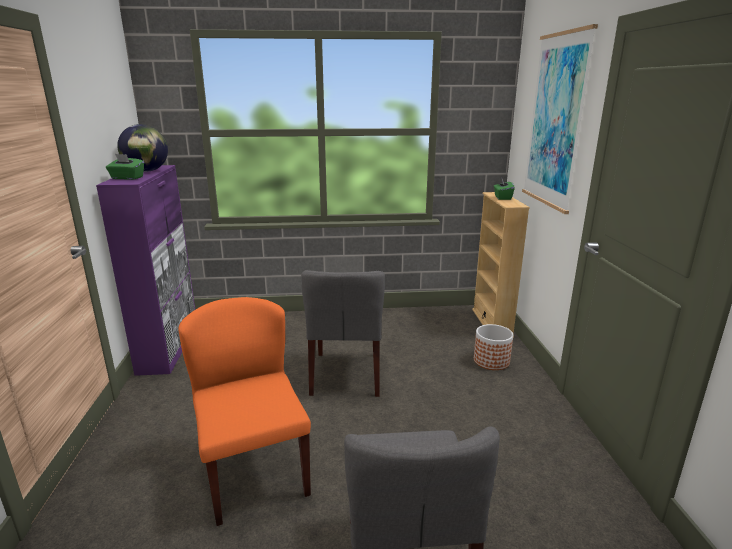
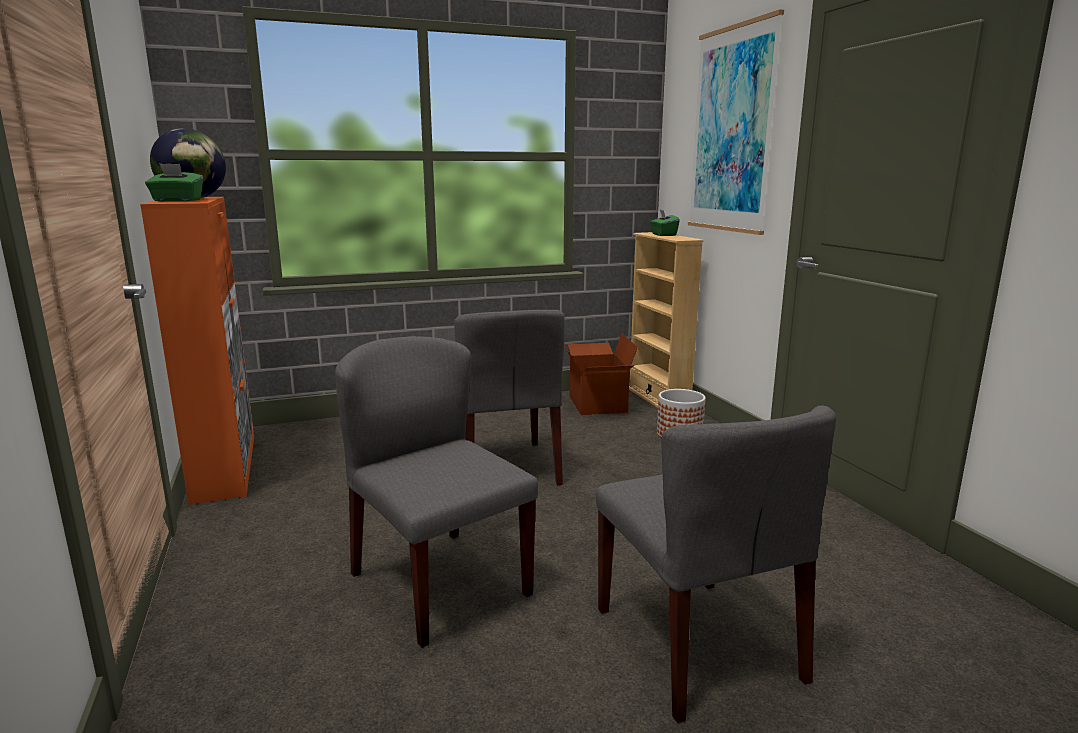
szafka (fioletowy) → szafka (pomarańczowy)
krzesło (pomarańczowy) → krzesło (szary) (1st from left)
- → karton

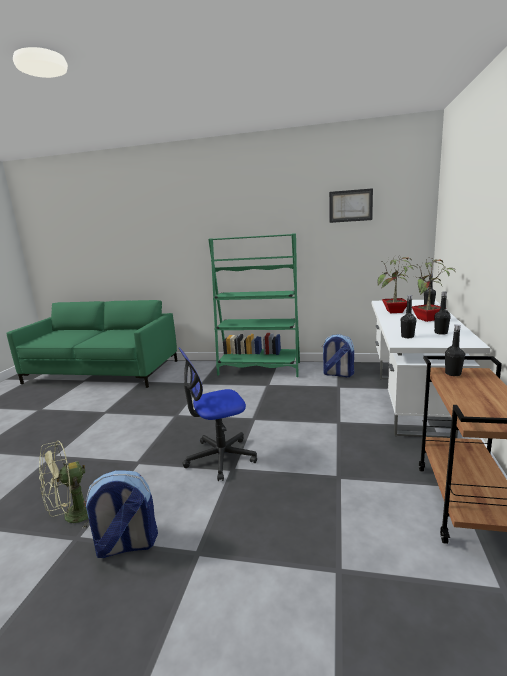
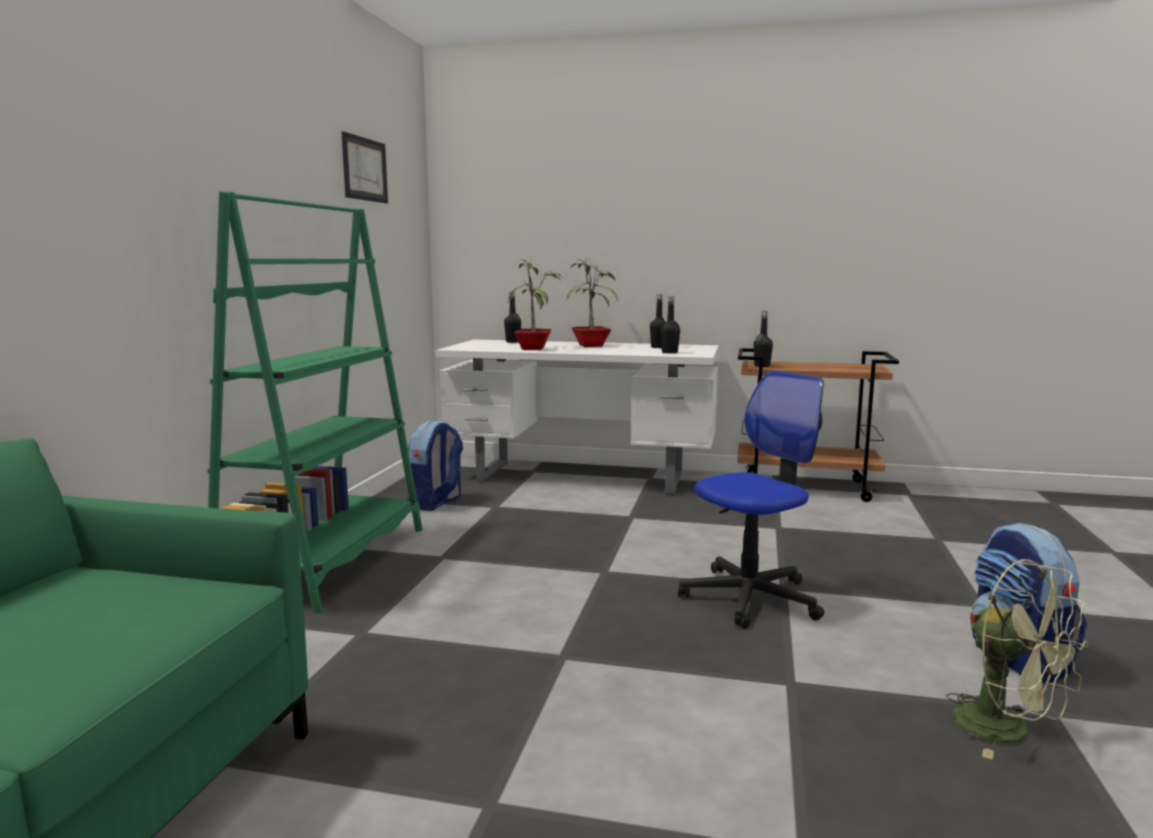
krzesło biurowe, 105 degrees counterclockwise

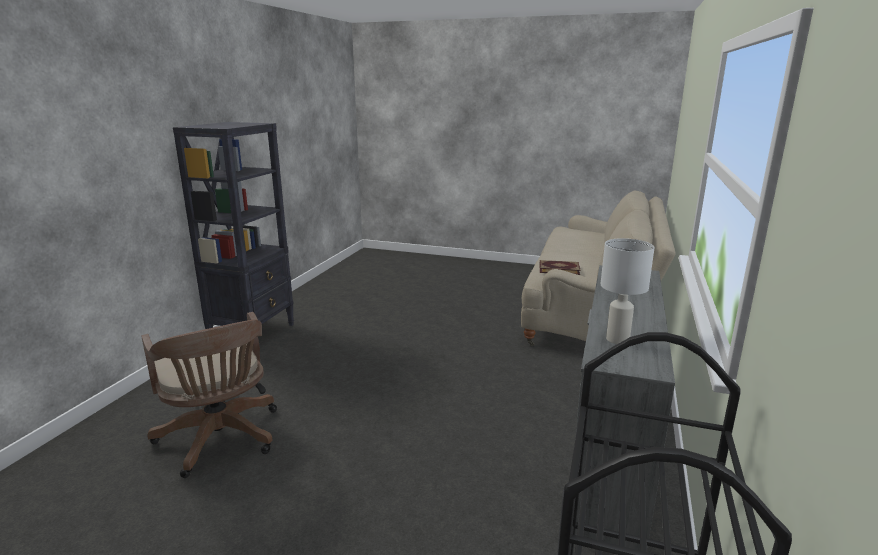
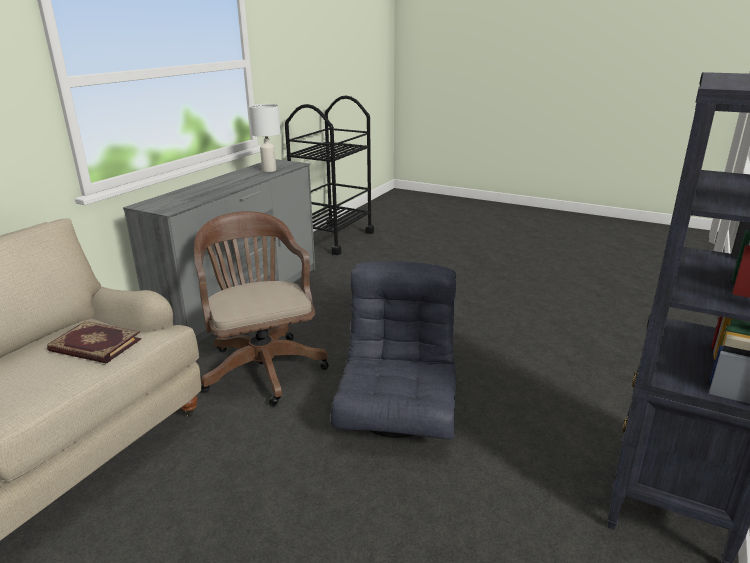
krzesło biurowe (brązowy), move
- → fotel (szary)

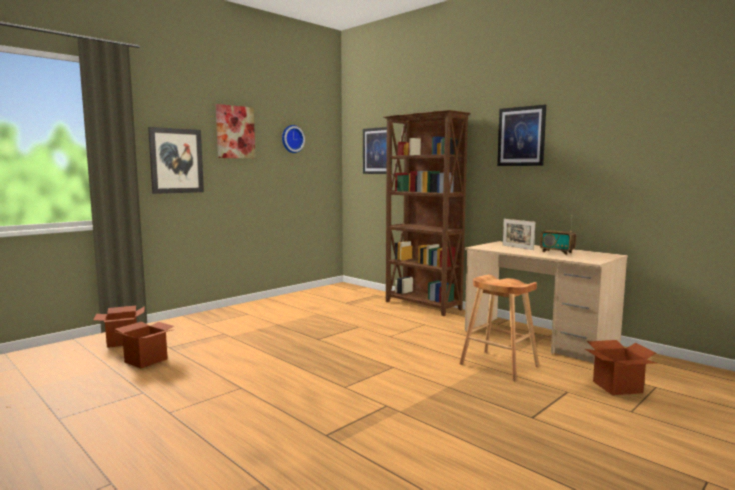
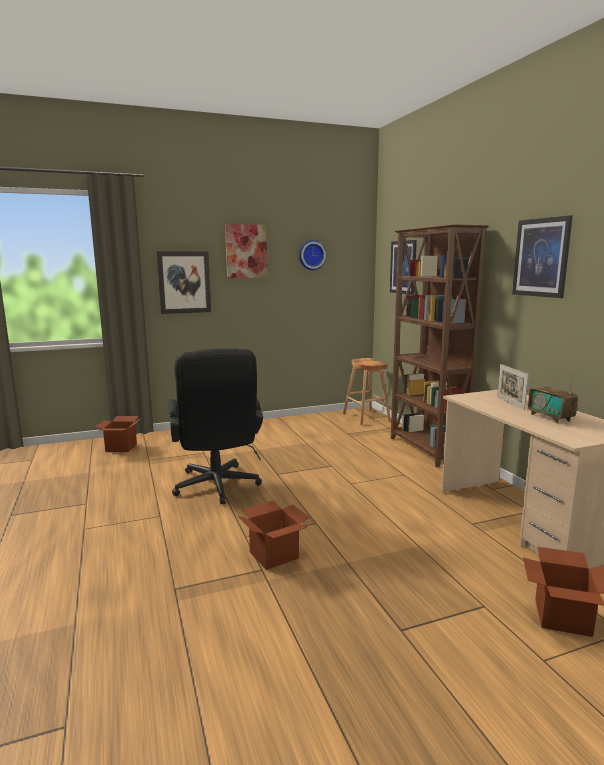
stołek (brązowy), move
karton (2nd from left), move
- → krzesło biurowe (czarny)

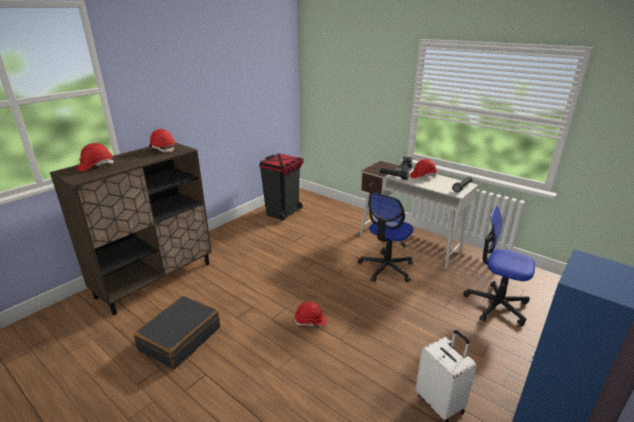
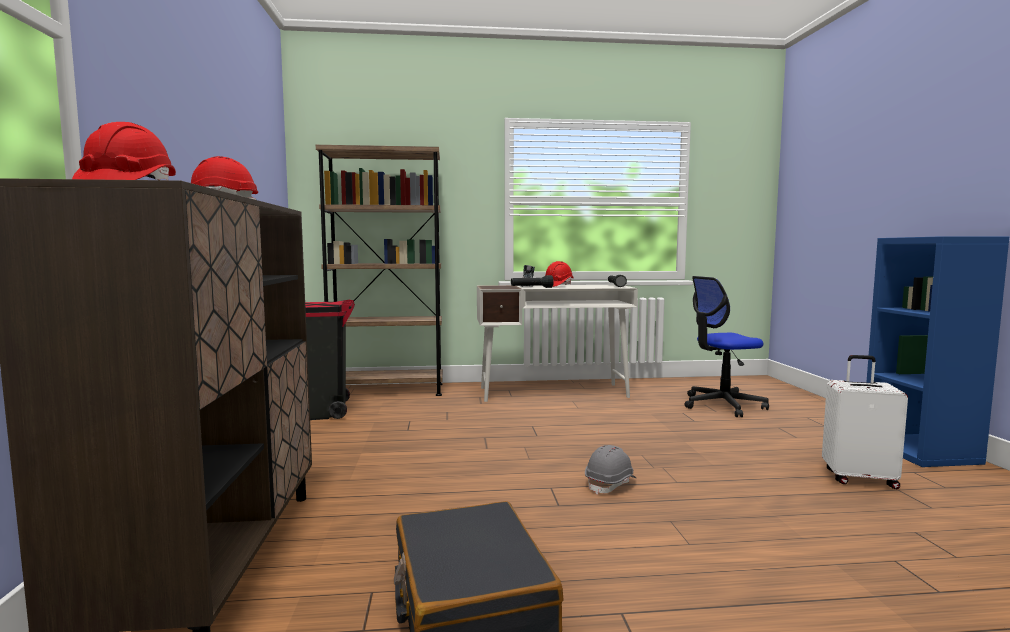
krzesło biurowe (1st from left) → -
kask (czerwony) (3rd from left) → kask (szary)
- → regał (brązowy)

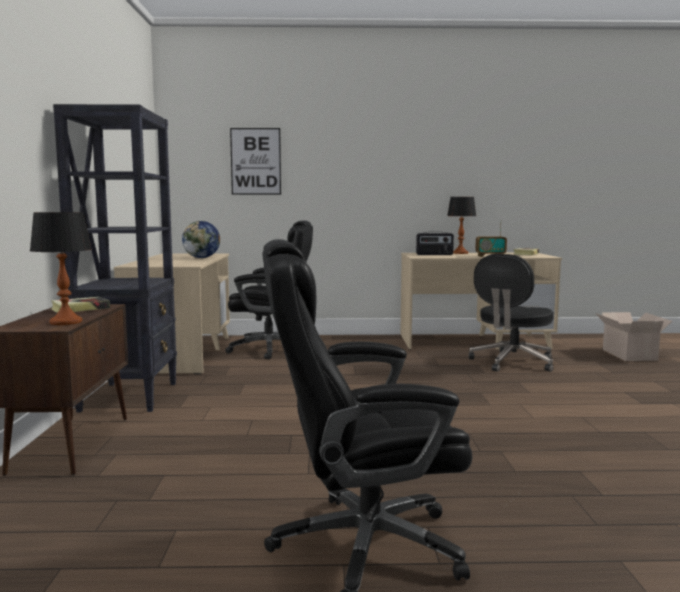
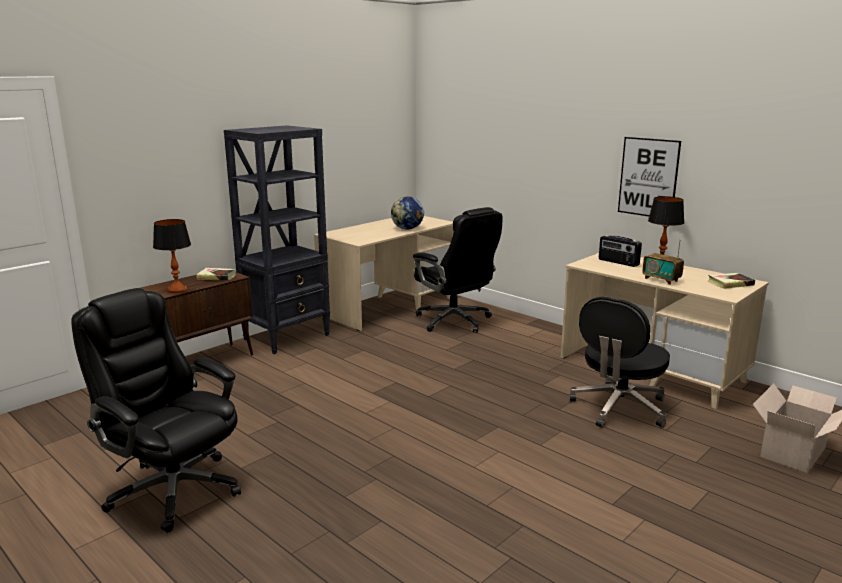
obraz, move
krzesło biurowe (czarny) (3rd from left), 45 degrees counterclockwise

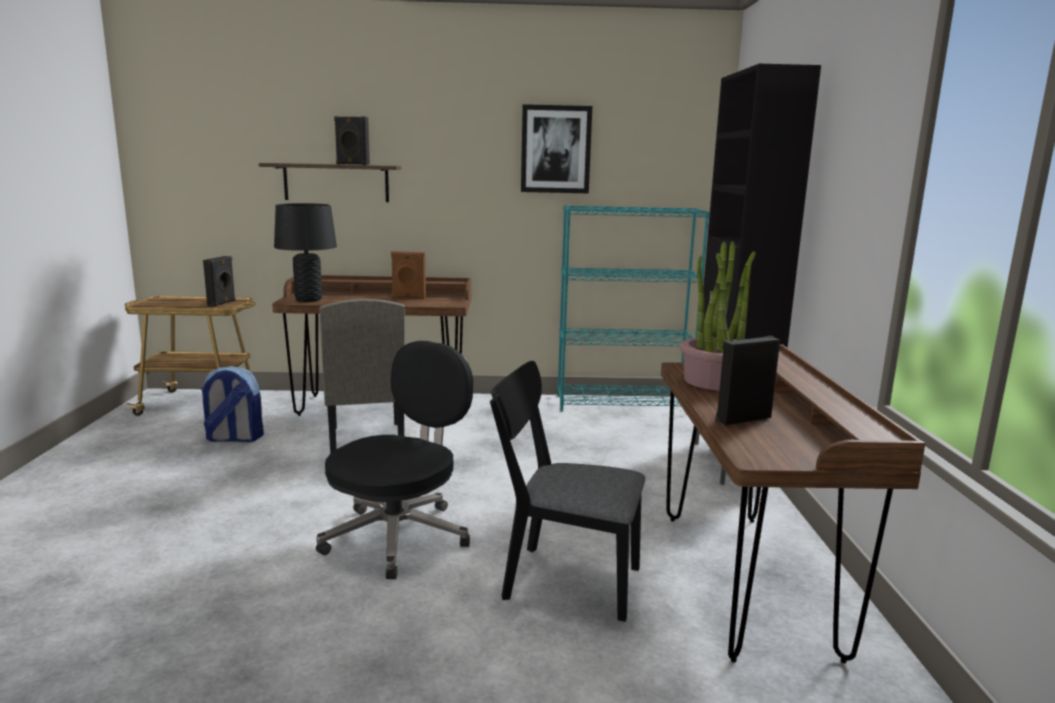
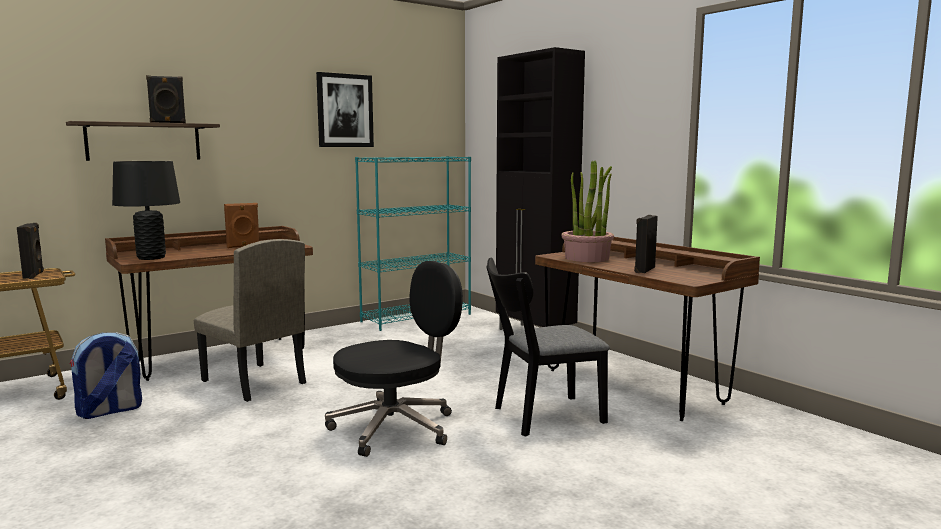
krzesło biurowe (czarny), 60 degrees clockwise

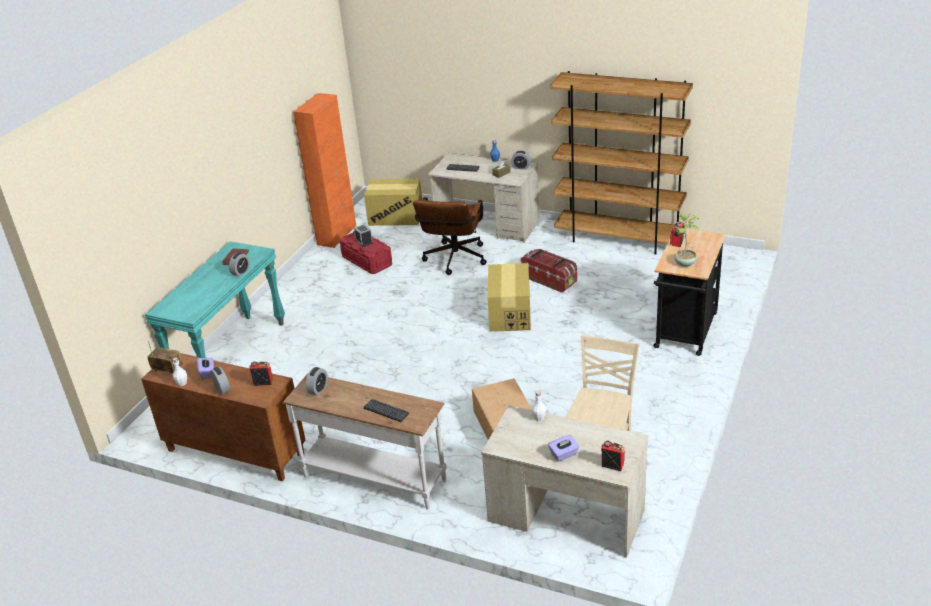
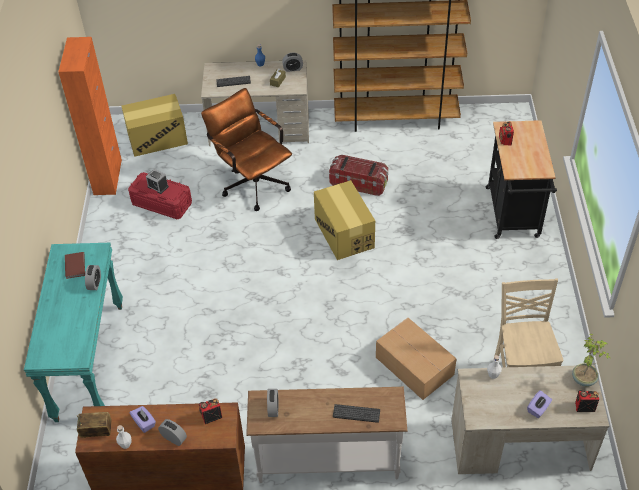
krzesło biurowe (brązowy), 150 degrees clockwise
roślina doniczkowa, move

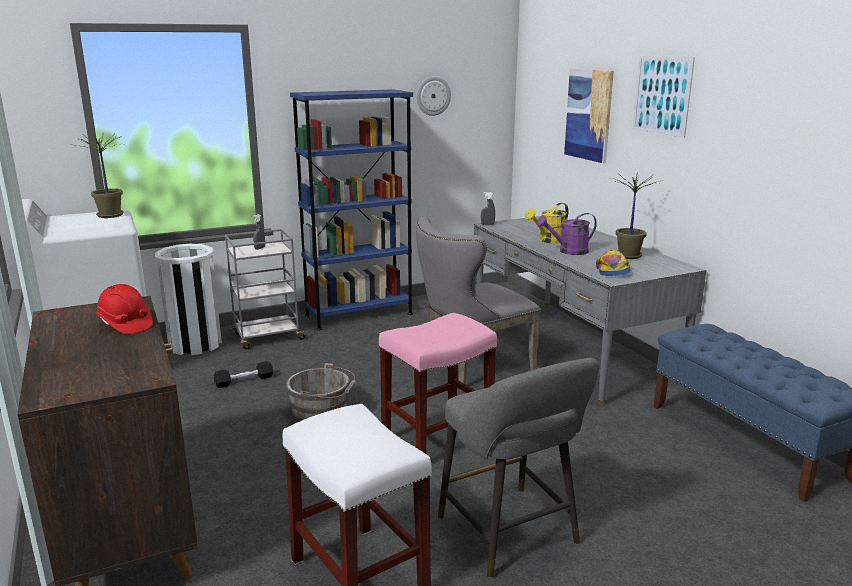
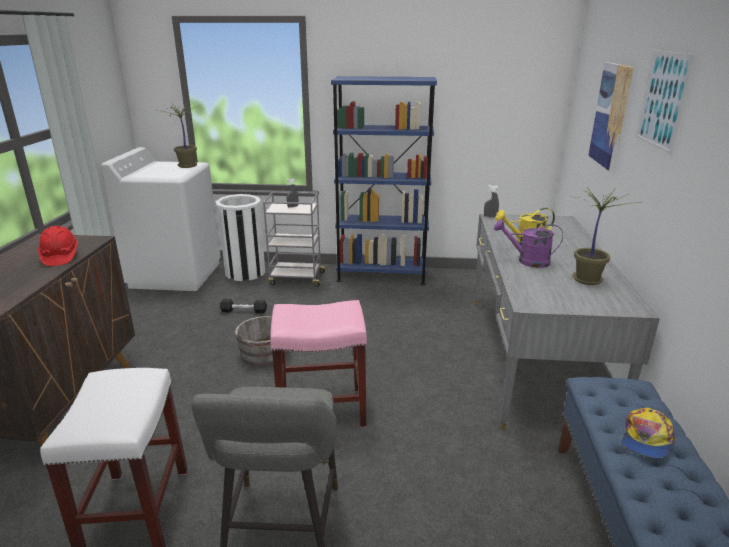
zegar ścienny → -
krzesło (szary) → -
czapka z daszkiem, move

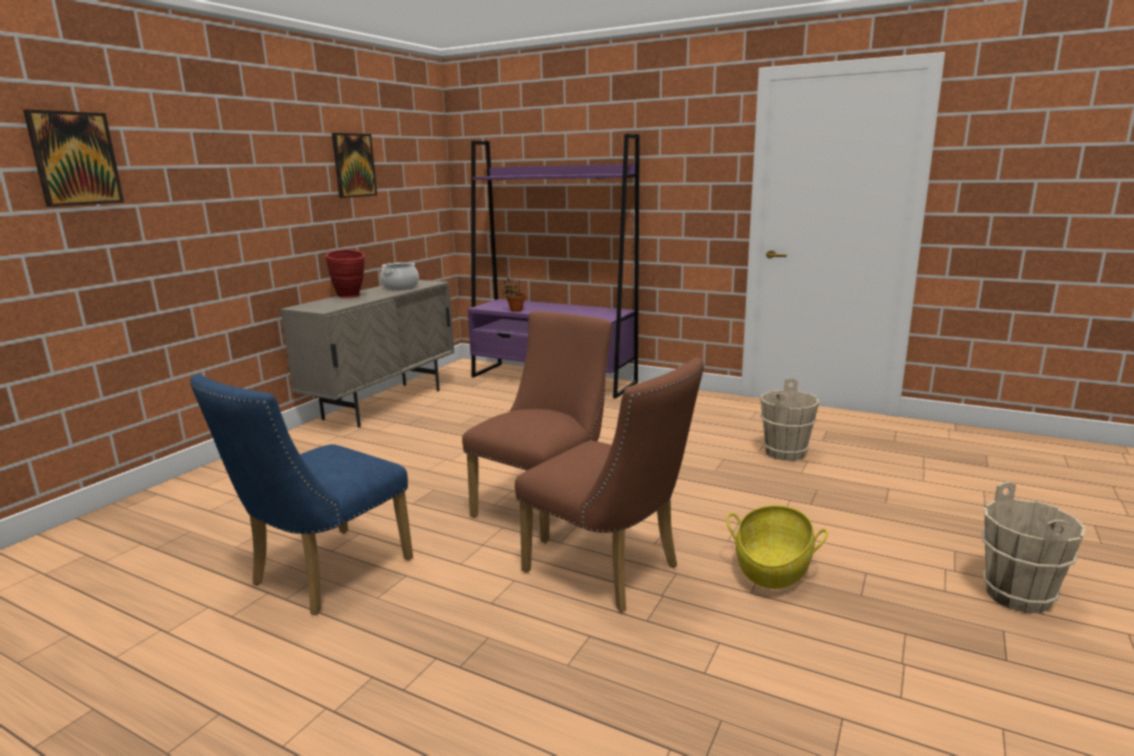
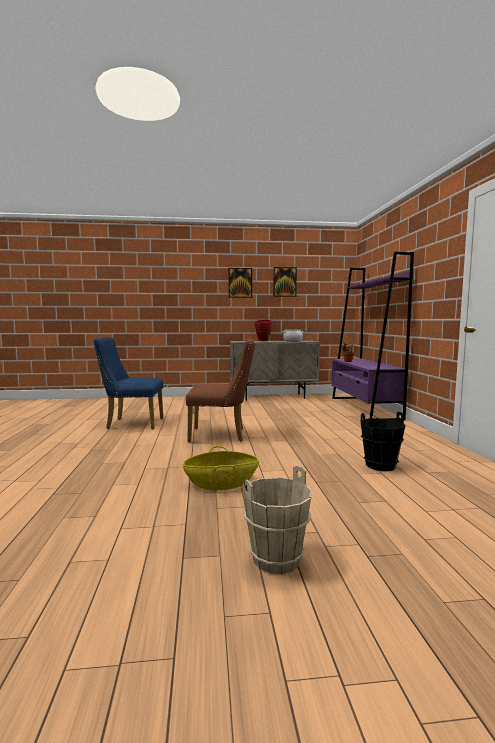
obraz (1st from left), move
krzesło (brązowy) (2nd from left) → -
wiadro (beżowy) (1st from left) → wiadro (czarny)

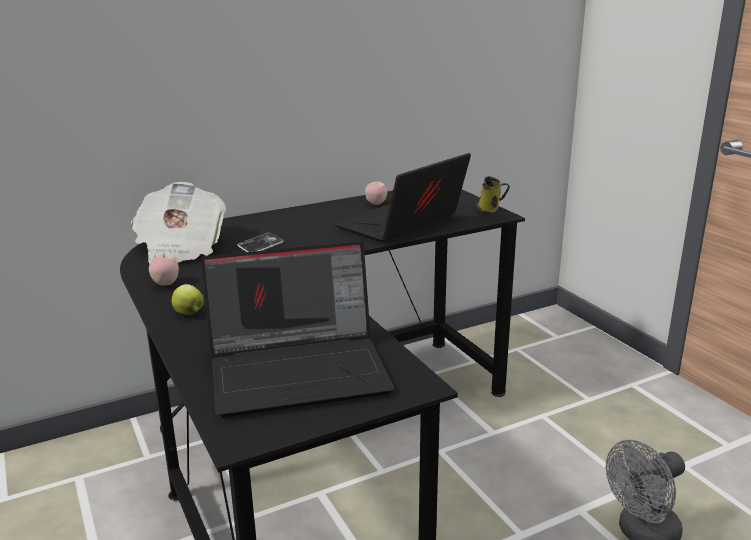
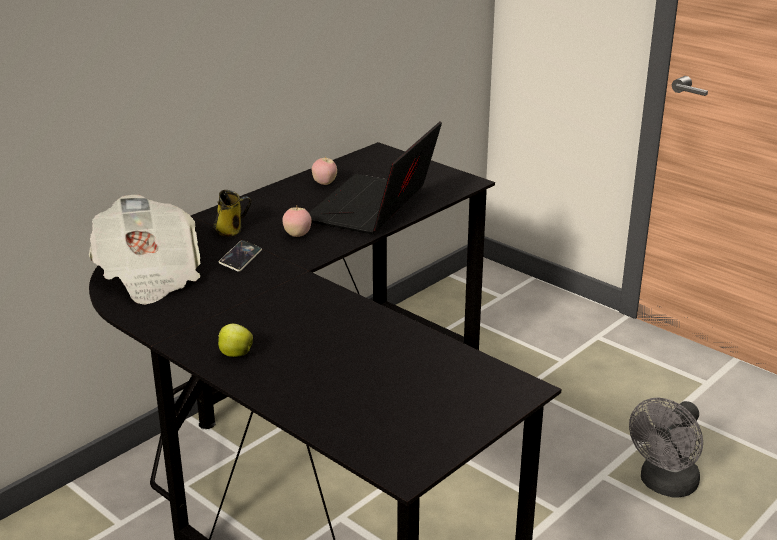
kubek, move
laptop (1st from left) → -
jabłko (1st from left in the first image) → jabłko (2nd from left), move

